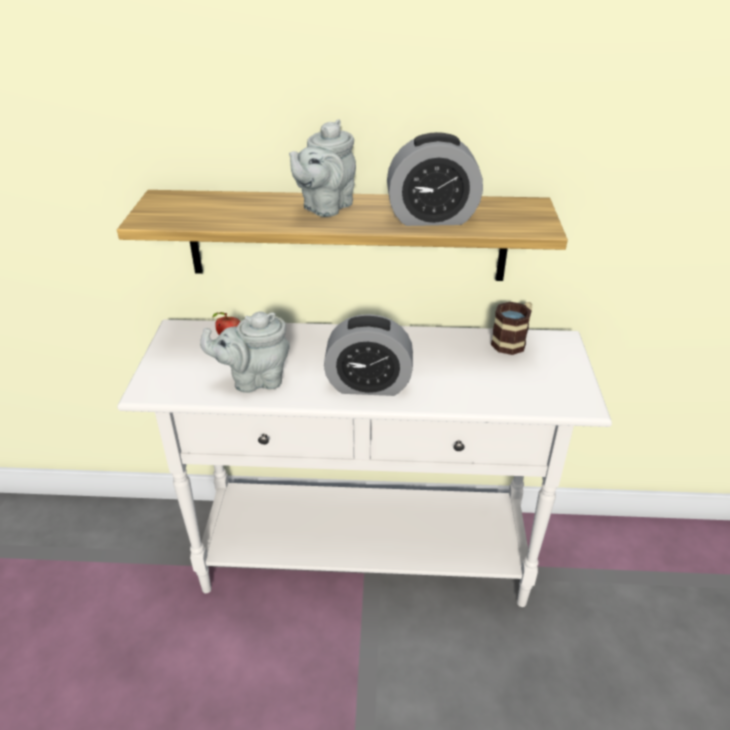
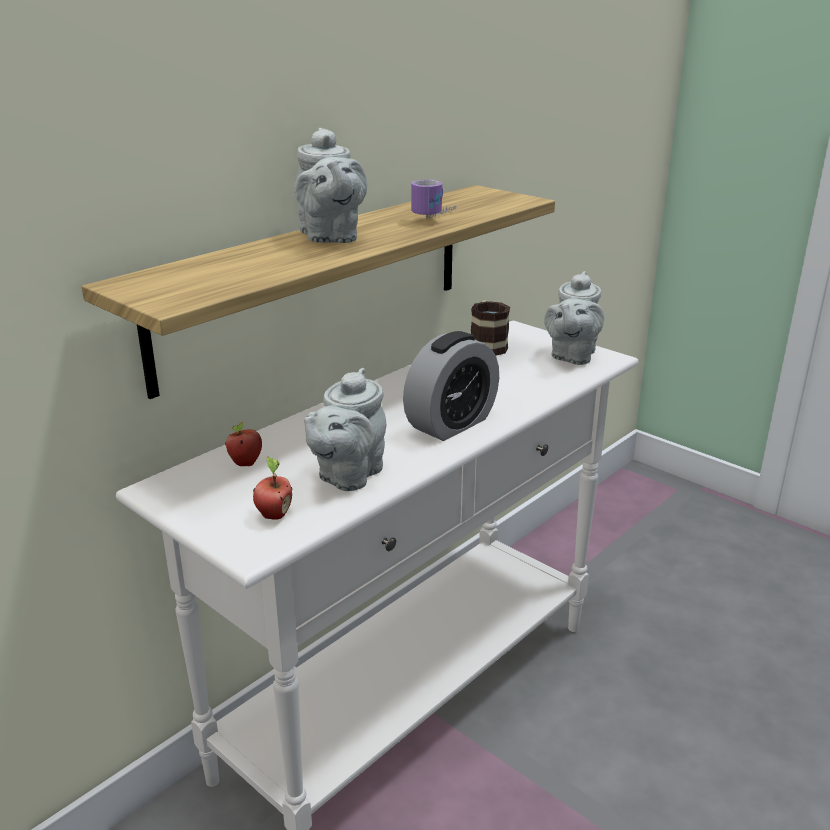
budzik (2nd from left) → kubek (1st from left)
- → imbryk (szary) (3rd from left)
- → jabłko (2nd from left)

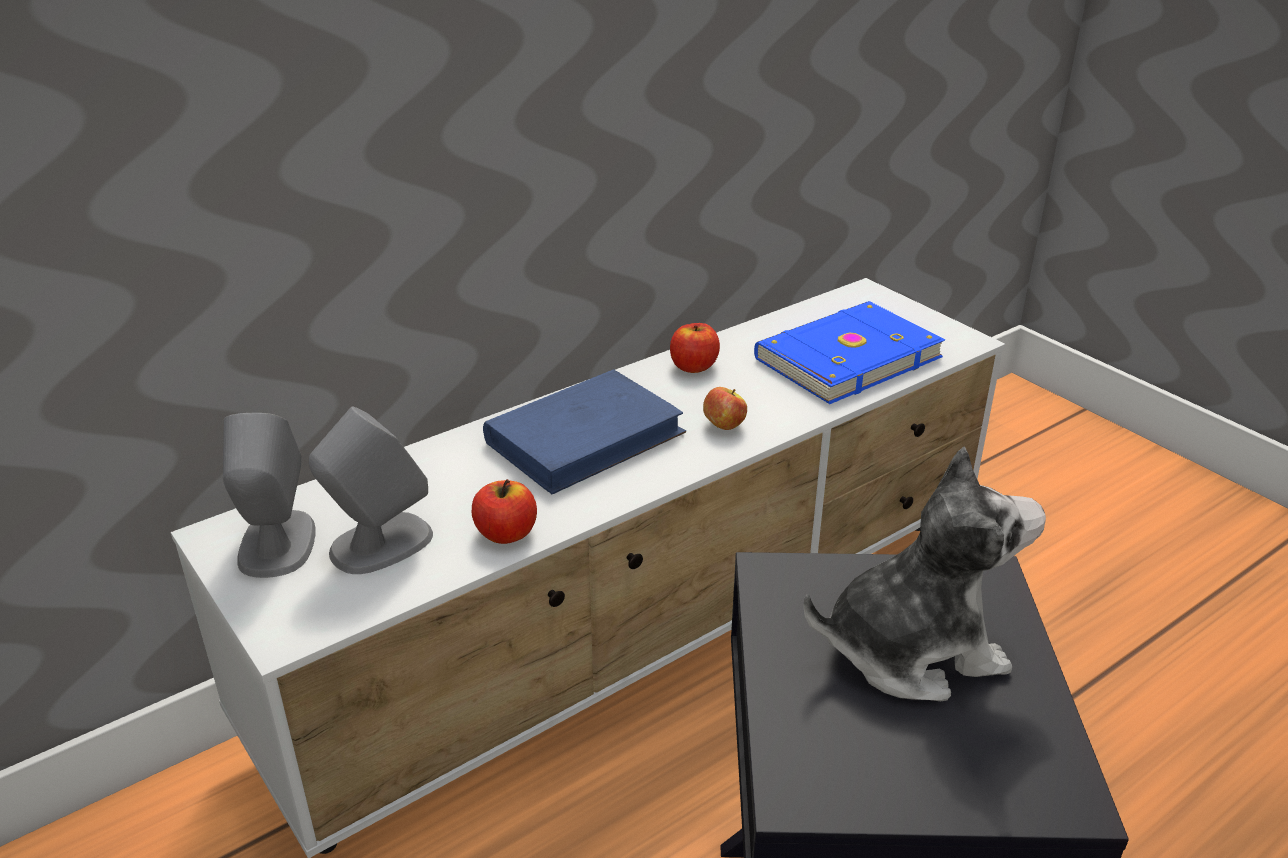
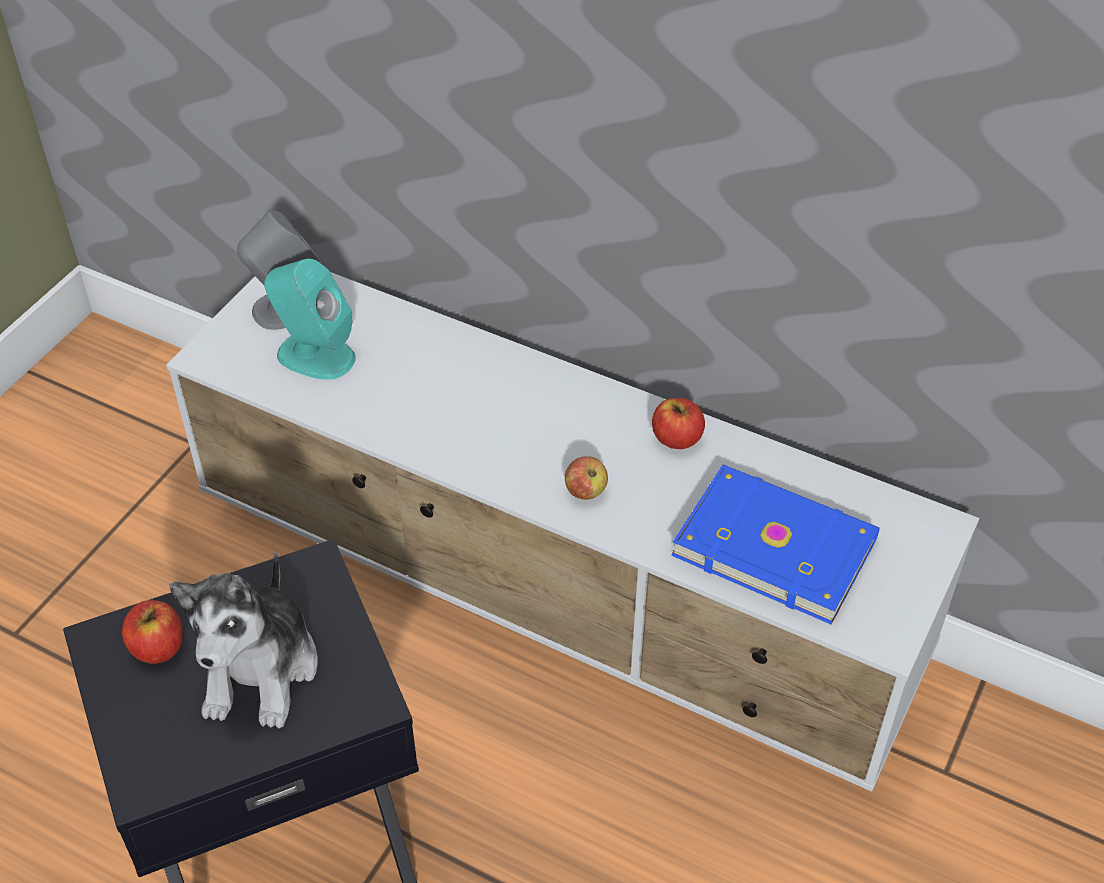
książka (niebieski) (1st from left) → -
głośnik (szary) (2nd from left) → głośnik (turkusowy)
pluszak, 45 degrees clockwise
jabłko (1st from left), move

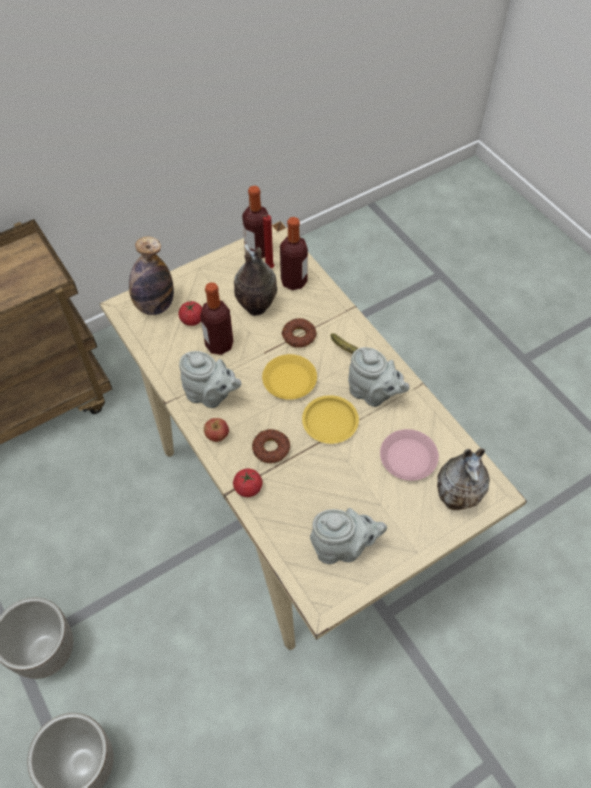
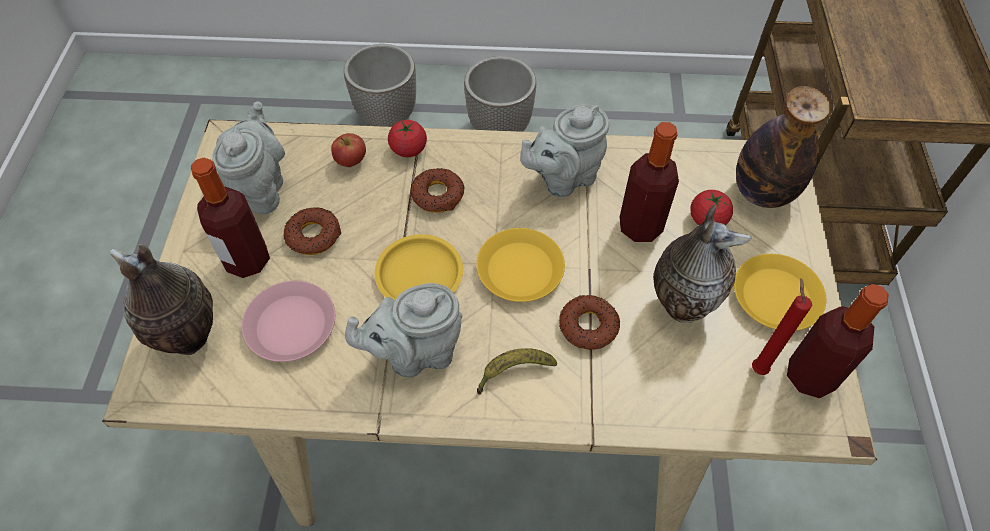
butelka (4th from left in the first image) → butelka (1st from left), move
jabłko, move
imbryk (szary) (2nd from left in the first image) → imbryk (szary) (1st from left), 150 degrees clockwise
- → donut (1st from left)
- → talerz (żółty) (3rd from left)

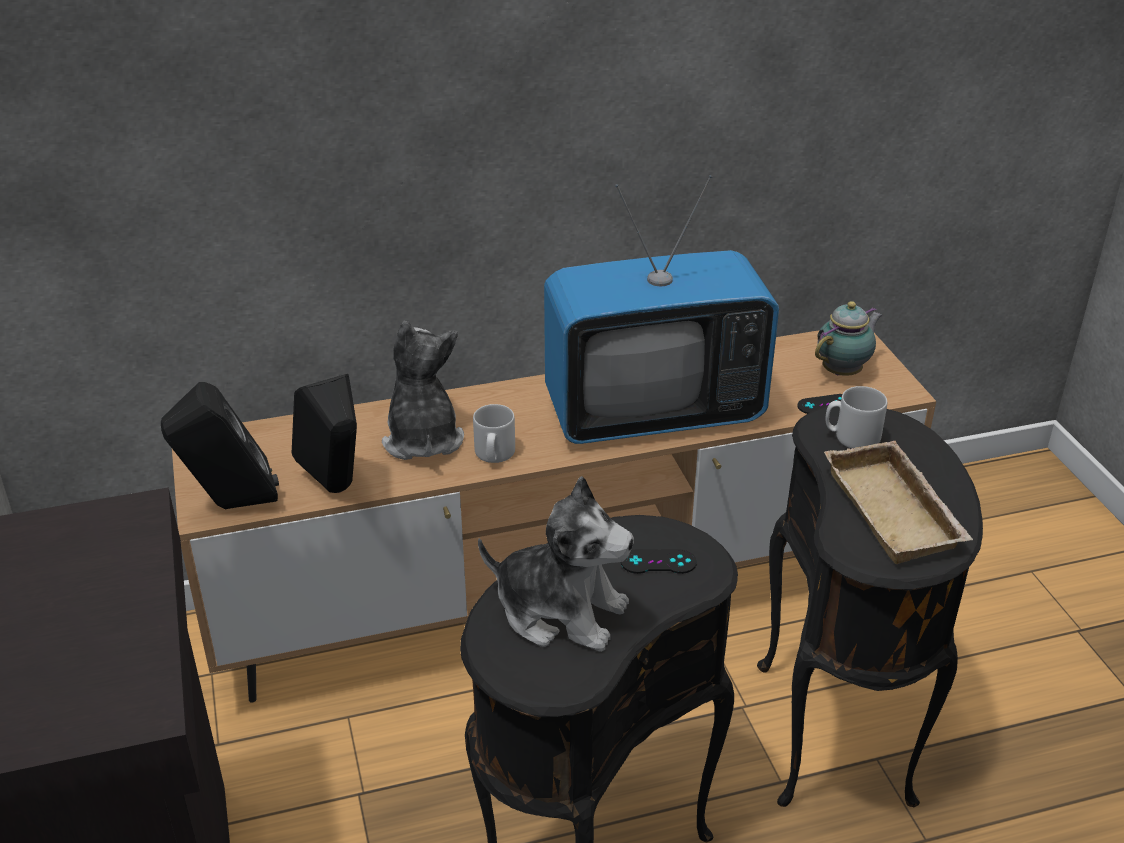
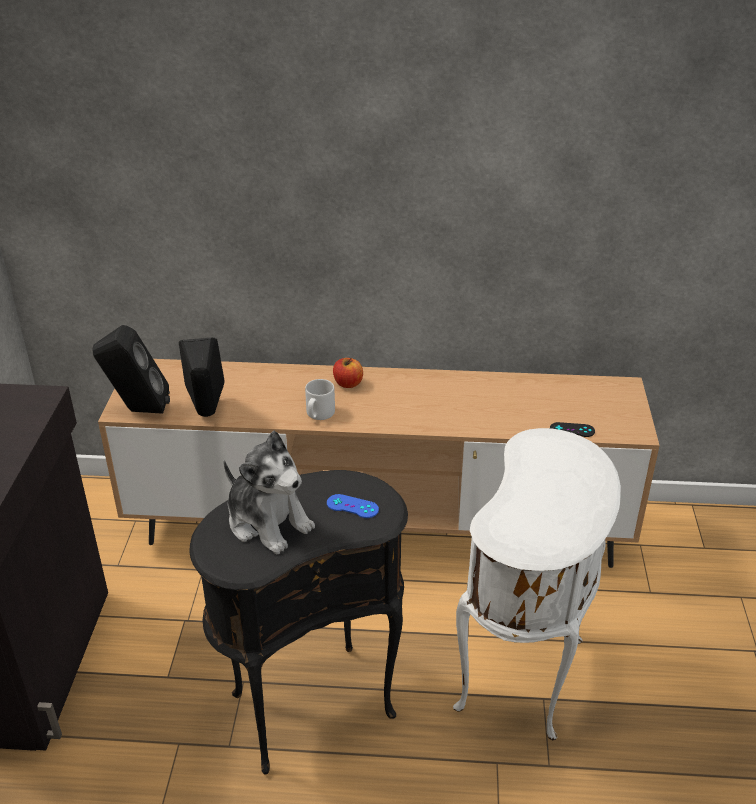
telewizor → -
imbryk → -
pluszak (1st from left) → -
kubek (szary) (2nd from left) → -
stolik (czarny) (2nd from left) → stolik (biały)
taca (beżowy) → -
pad do gier (czarny) (1st from left) → pad do gier (niebieski)
- → jabłko

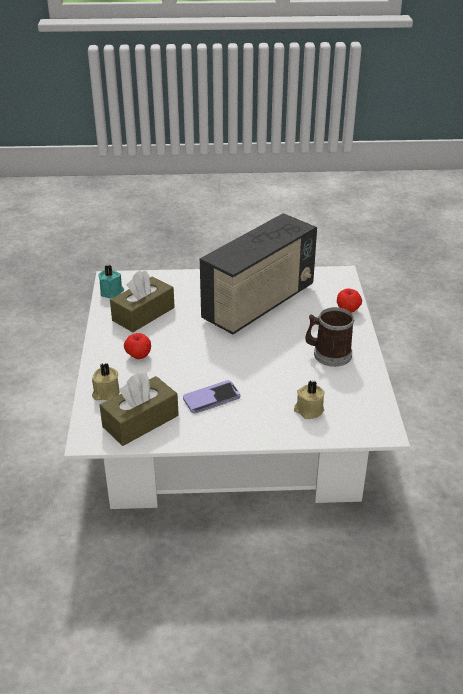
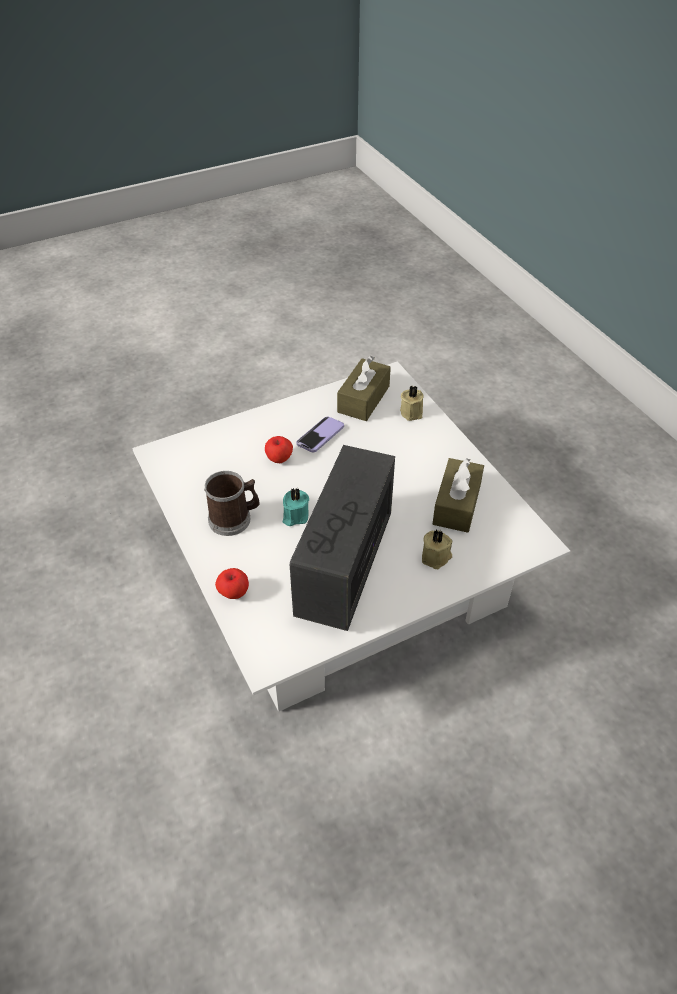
świeca (turkusowy), move
jabłko (1st from left in the first image) → jabłko (2nd from left), move
świeca (beżowy) (2nd from left), move

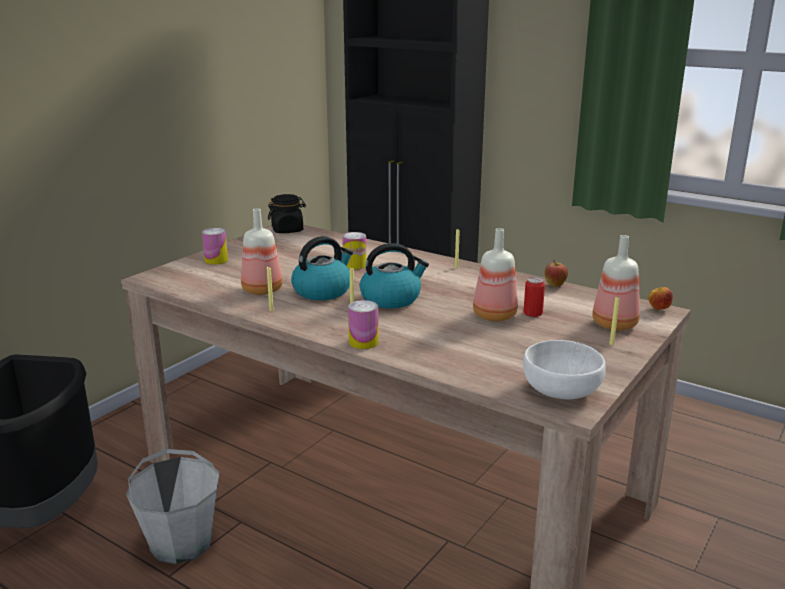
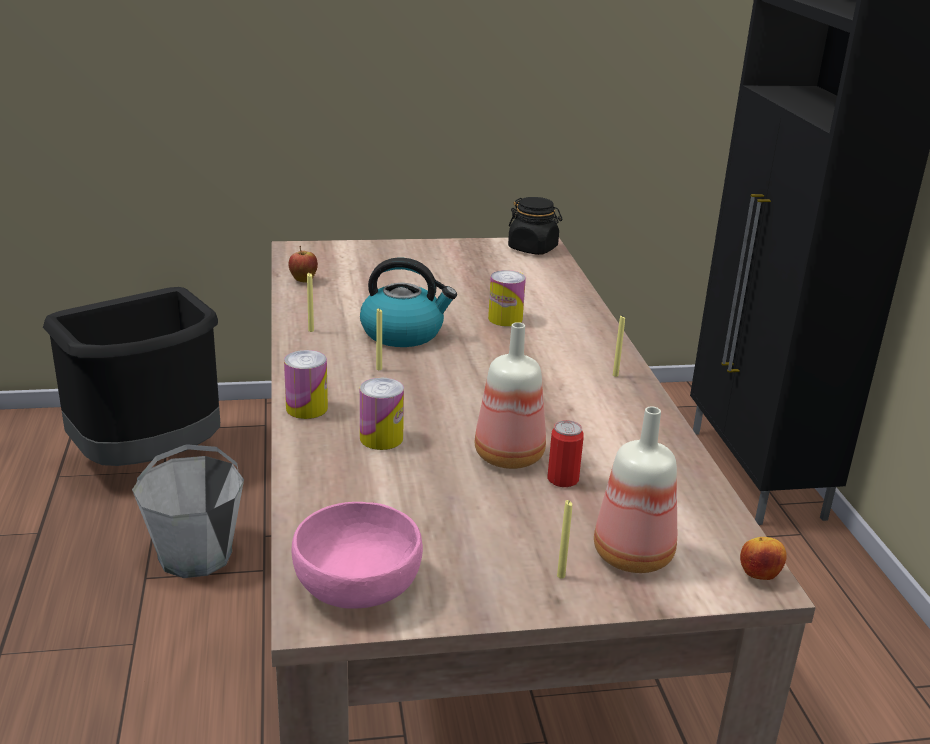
butelka (1st from left) → -
puszka (1st from left in the first image) → puszka (2nd from left), move
czajnik (2nd from left) → -
jabłko (1st from left), move
miska (biały) → miska (różowy)

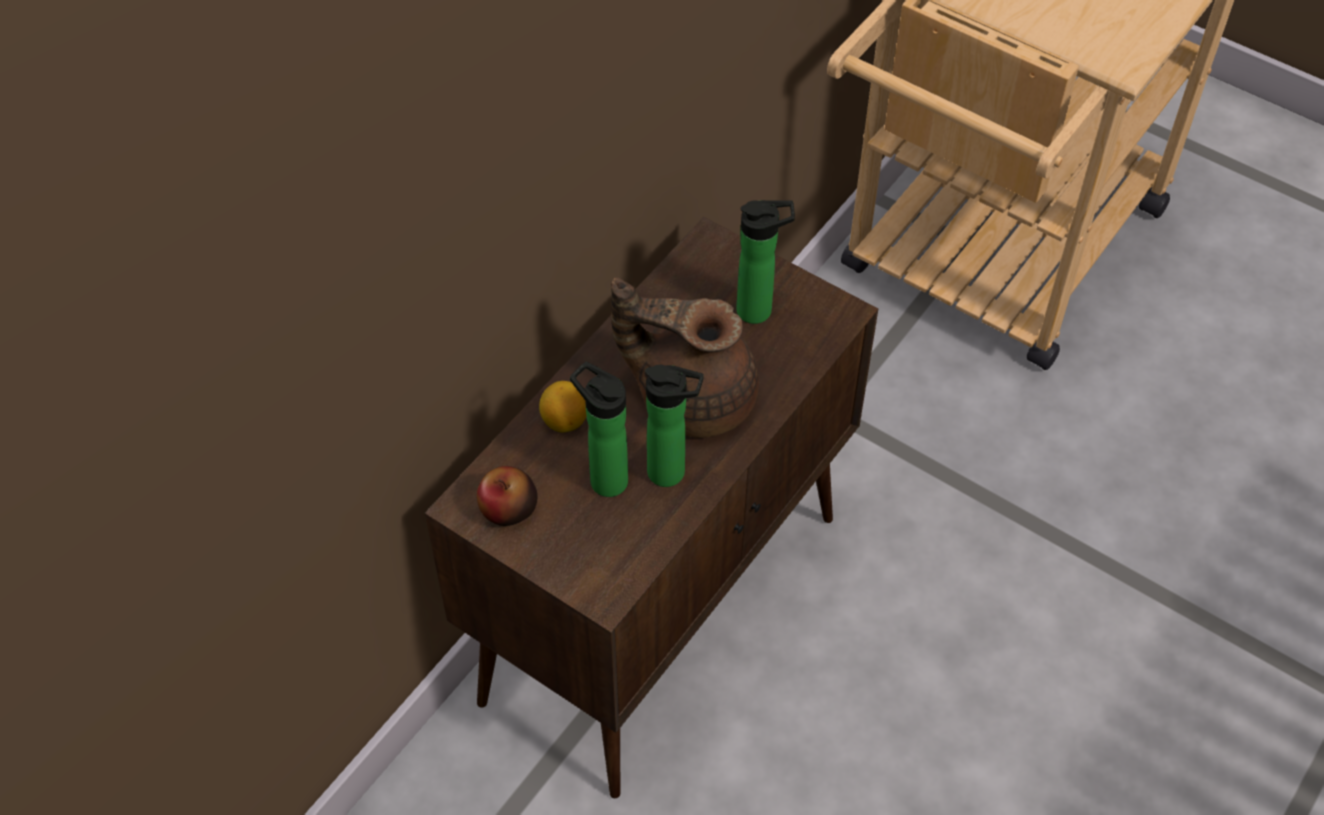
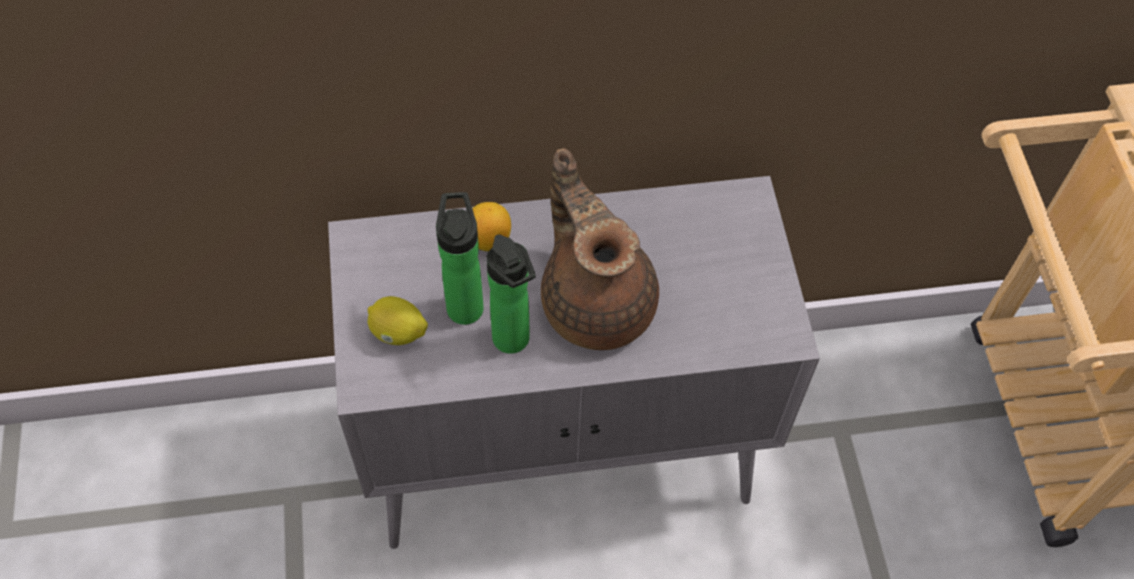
butelka (3rd from left) → -
szafka (brązowy) → szafka (szary)
jabłko → -
- → cytryna (1st from left)

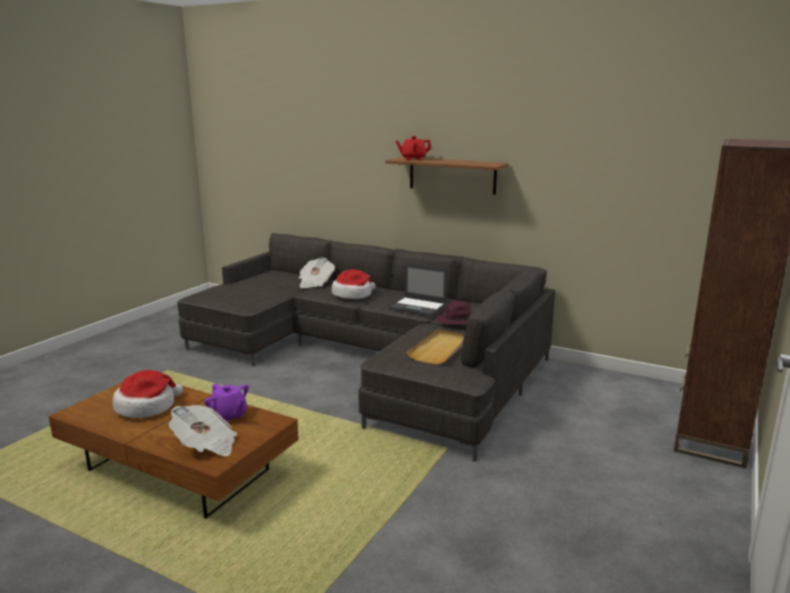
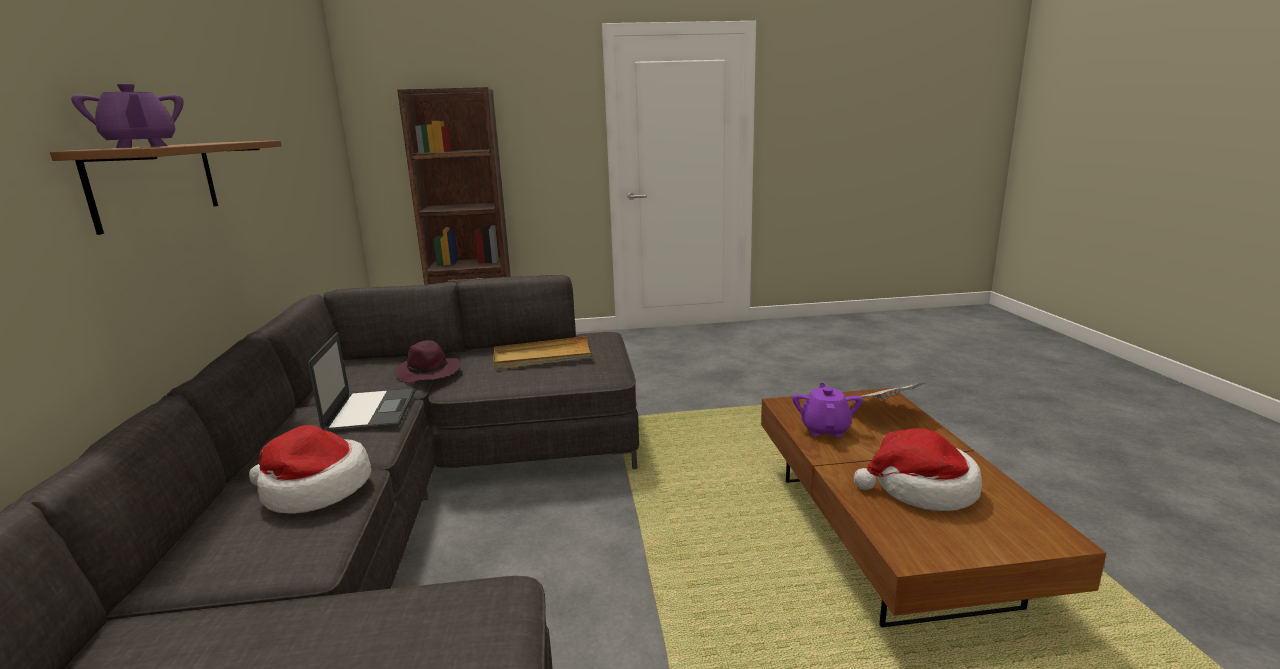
imbryk (czerwony) → imbryk (fioletowy) (1st from left)
gazeta (2nd from left) → -

